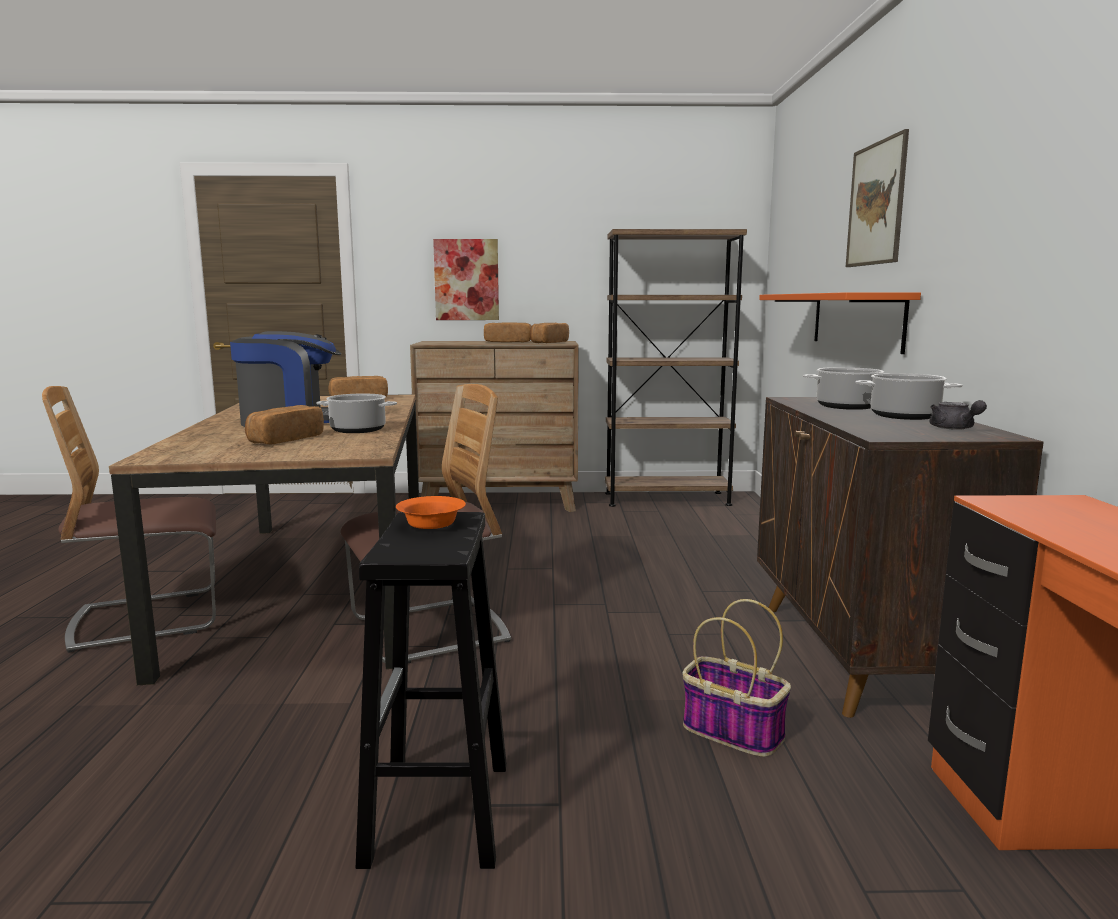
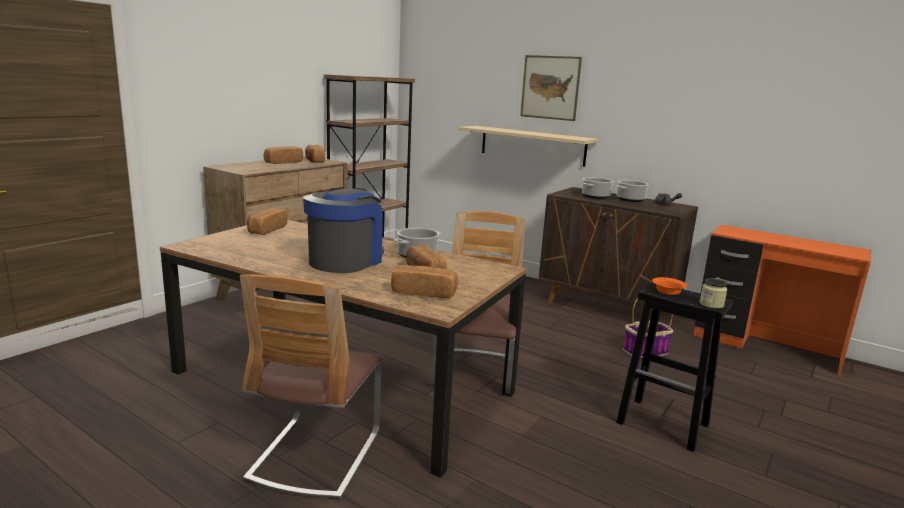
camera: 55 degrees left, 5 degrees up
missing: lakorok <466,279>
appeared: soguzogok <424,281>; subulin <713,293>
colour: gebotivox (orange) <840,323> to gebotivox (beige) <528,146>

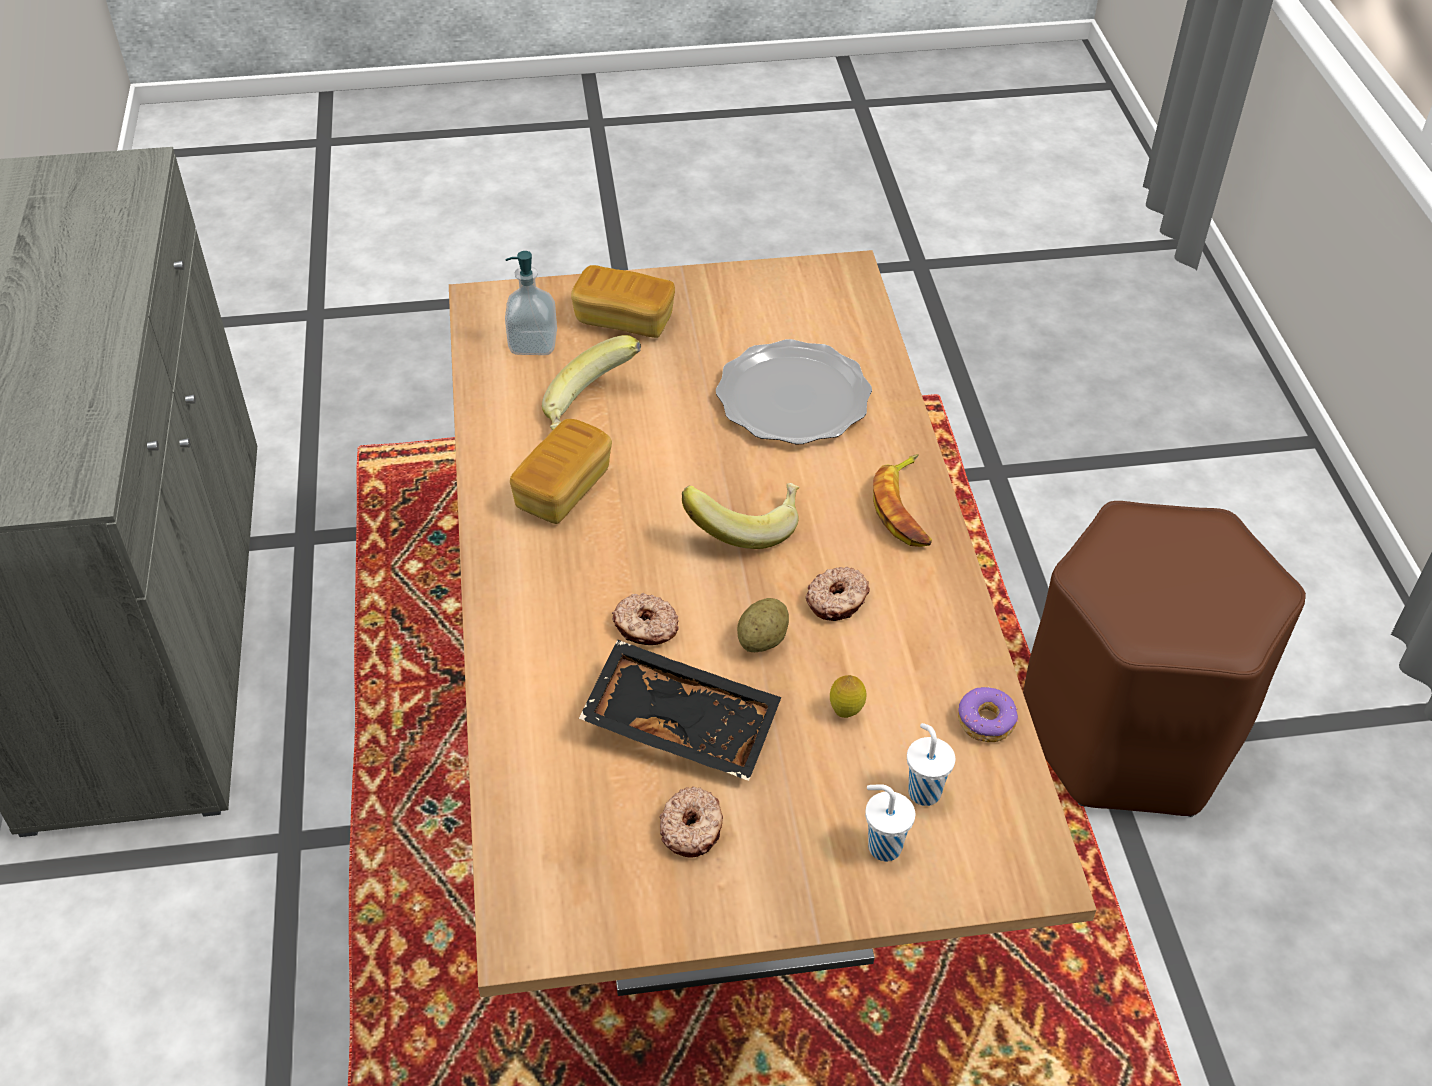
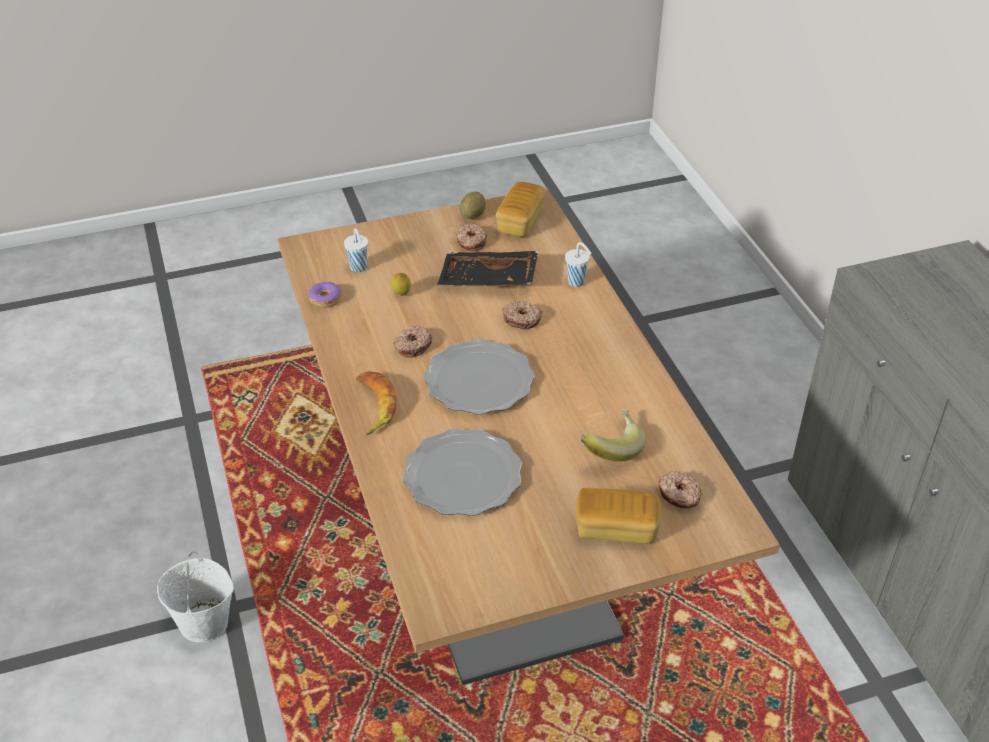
camera: 170 degrees right, 5 degrees down
relocated: soguzogok <561,471> to <520,209>; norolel <763,625> to <473,205>; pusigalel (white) <890,822> to <578,264>
exchanged: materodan <531,303> to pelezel <679,489>; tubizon <741,516> to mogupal <479,377>; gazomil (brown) <1164,659> to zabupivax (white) <195,597>

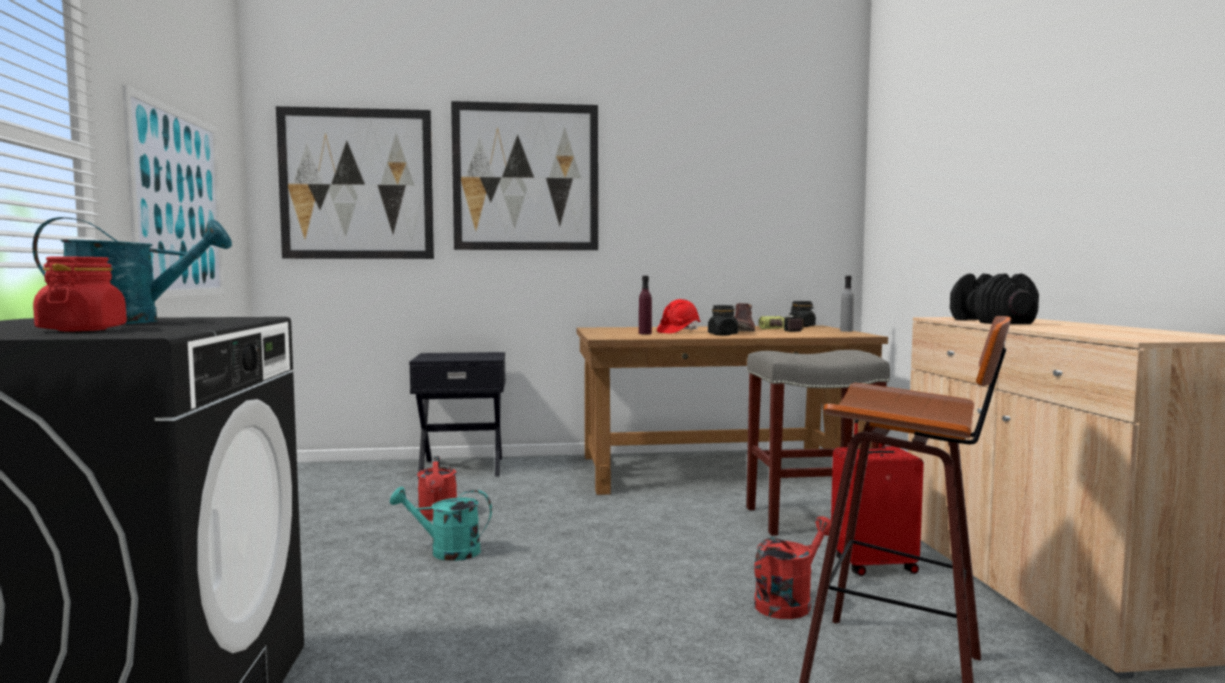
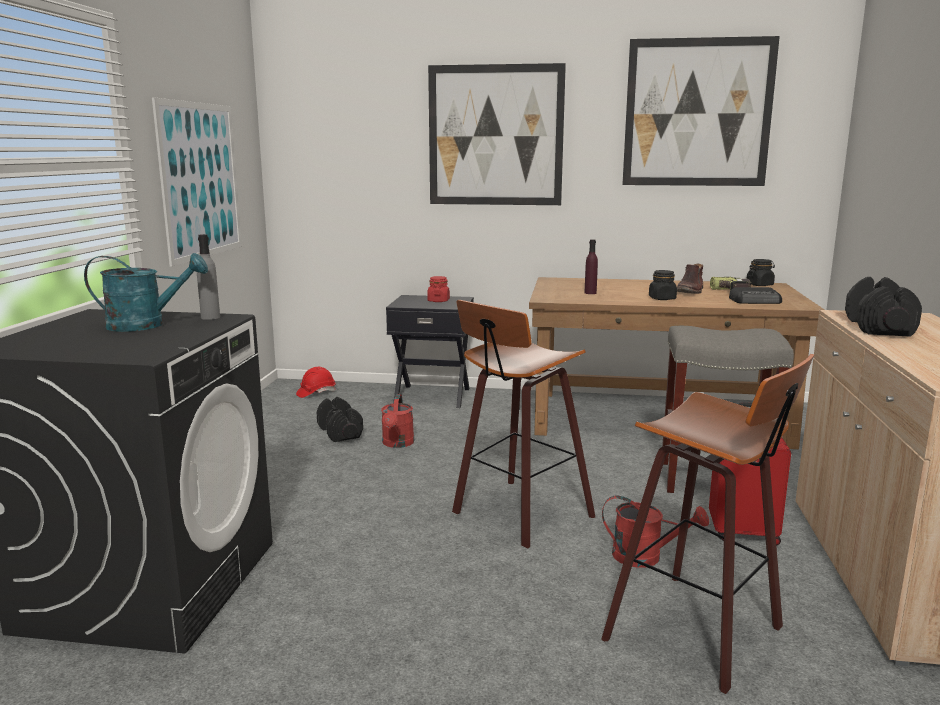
camera: 15 degrees right, 10 degrees up
missing: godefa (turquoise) <441,523>
appeared: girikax <755,295>; gazomil <523,424>; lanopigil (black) <340,419>
relocated: lakorok <355,182> to <701,111>; subulin (red) <80,293> to <438,289>; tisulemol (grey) <847,304> to <208,277>; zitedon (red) <679,316> to <315,382>
spun: godefa (red) <793,567> = <655,531> 45 degrees clockwise

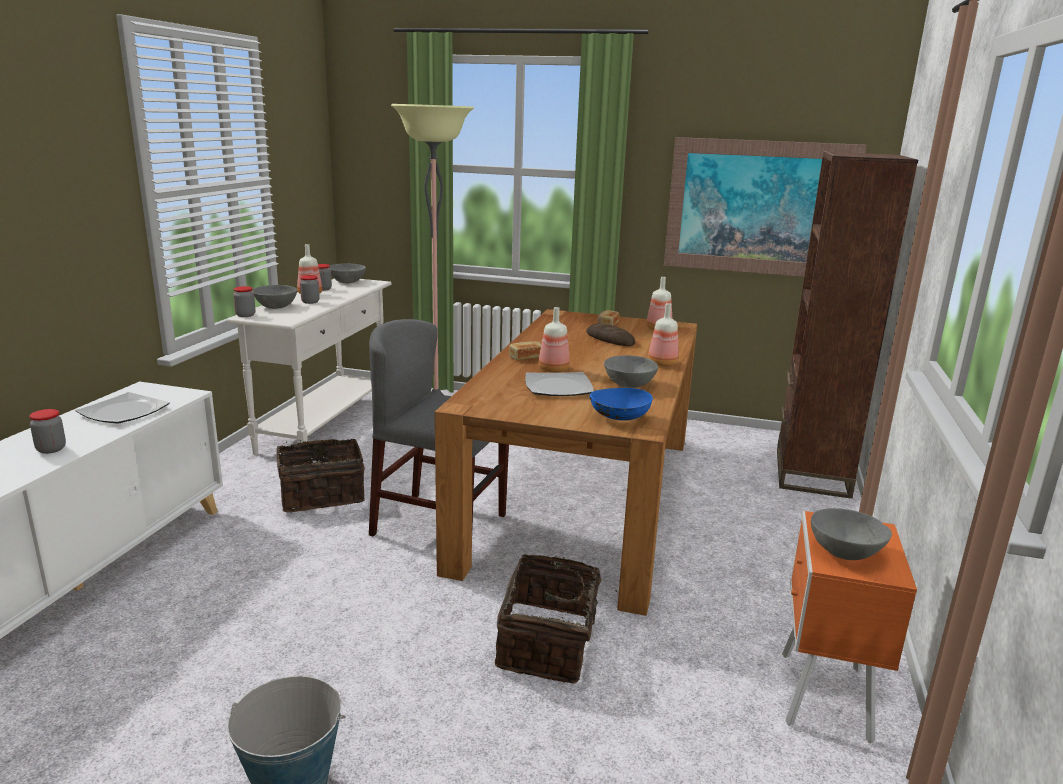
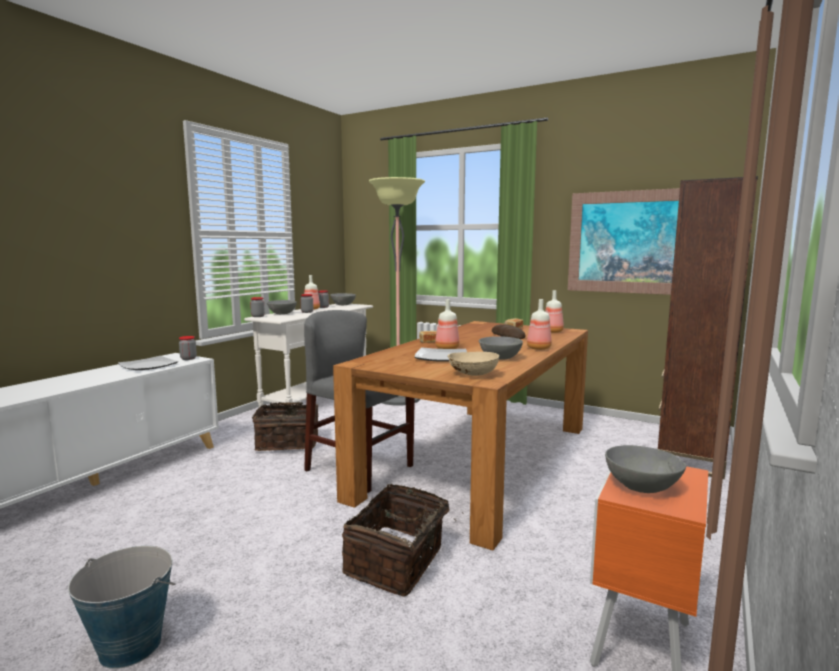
camera: 15 degrees right, 10 degrees down
relocated: subulin <47,431> to <188,348>
colour: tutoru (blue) <621,404> to tutoru (beige) <473,364>

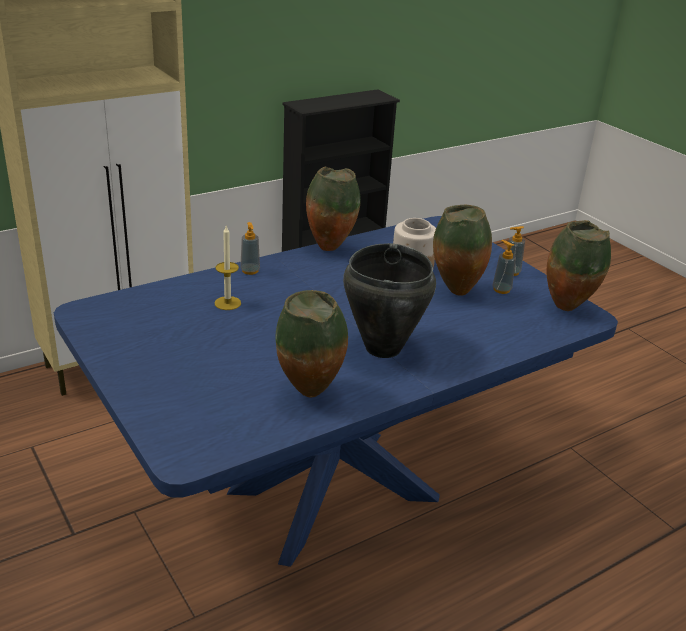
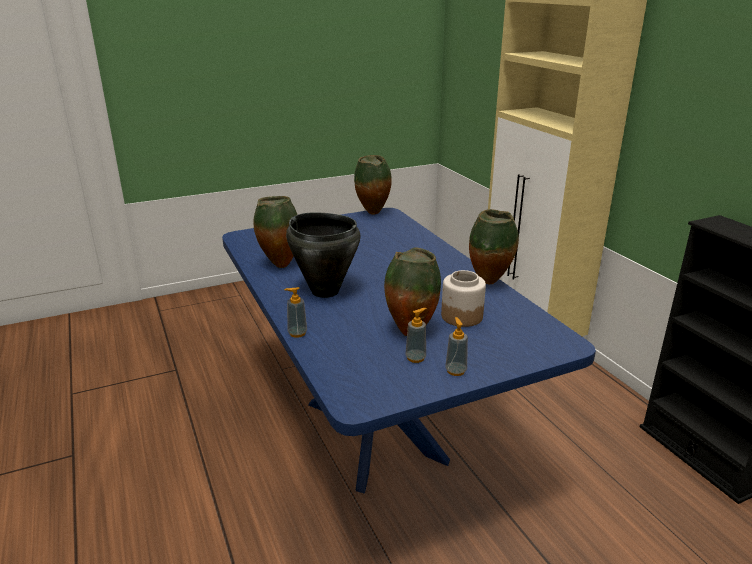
camera: 100 degrees right, 5 degrees down
missing: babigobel <228,268>
relocated: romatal <579,265> to <373,185>; materodan <250,248> to <295,312>

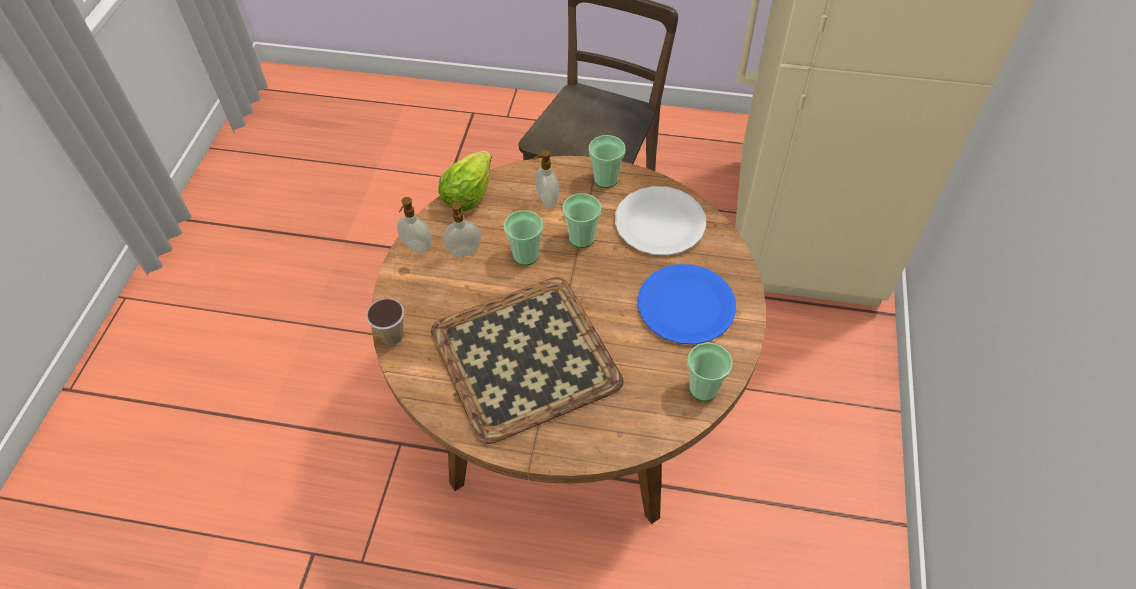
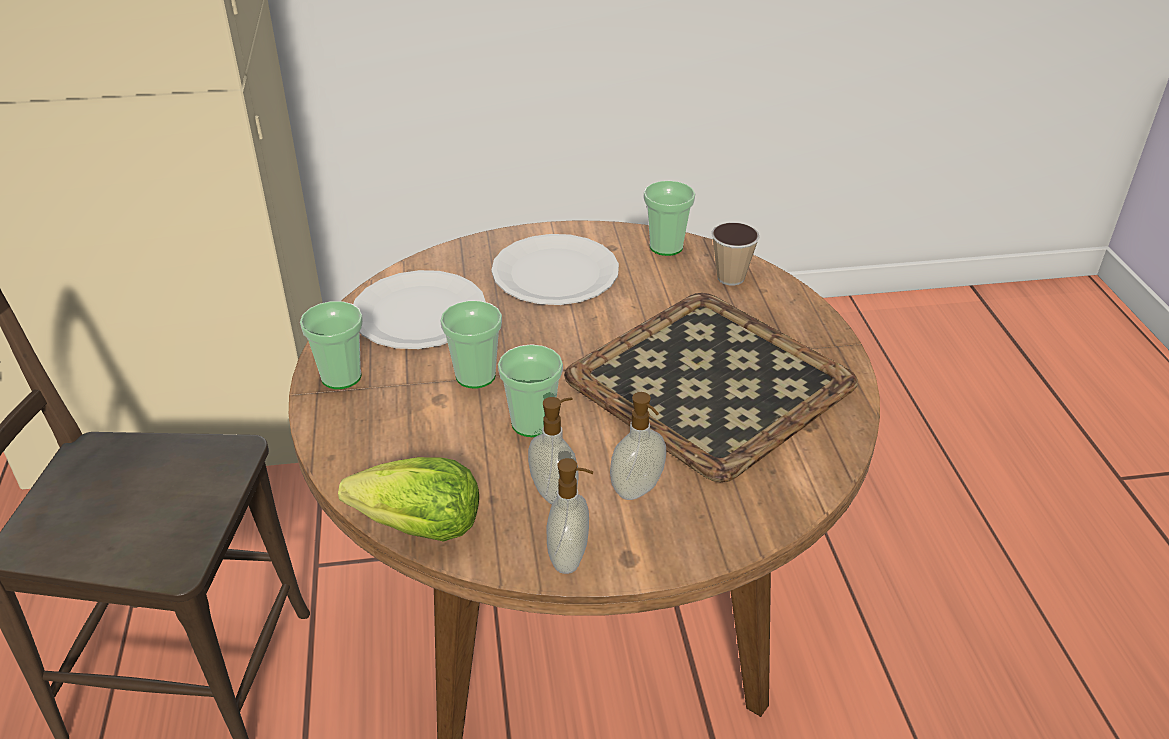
camera: 110 degrees left, 15 degrees down
relocated: materodan <546,178> to <638,446>; pusigalel <385,322> to <735,254>
colour: mogupal (blue) <687,304> to mogupal (white) <555,269>

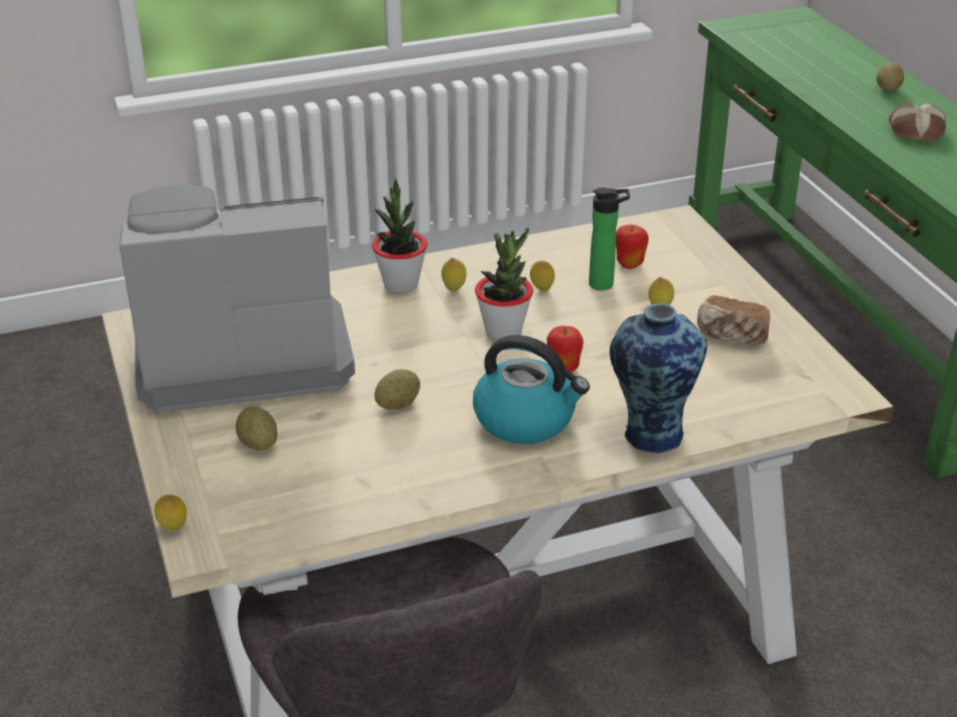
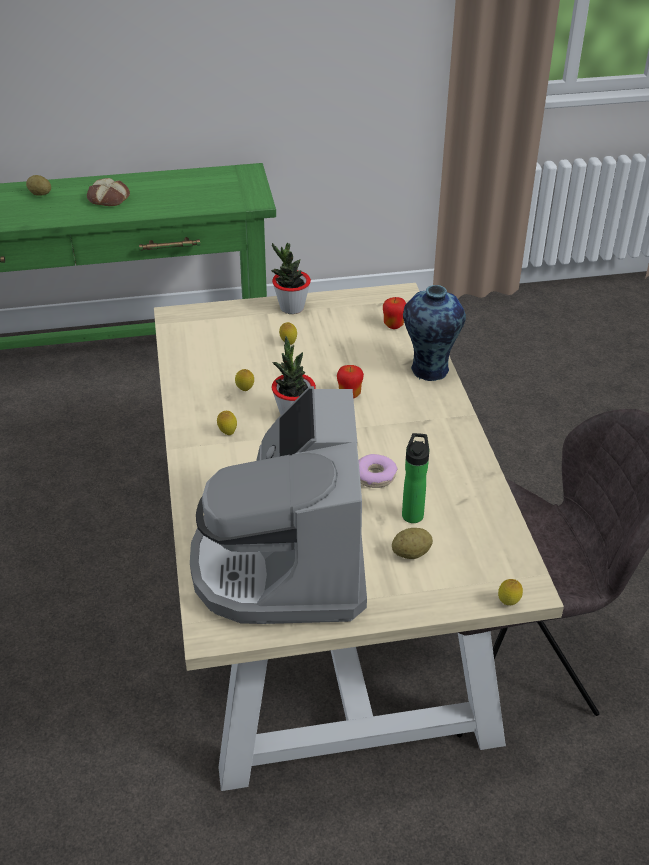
camera: 80 degrees left, 5 degrees up
missing: soguzogok <733,320>; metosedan <531,389>
relocated: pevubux <399,235> to <291,278>; tisulemol <609,239> to <415,478>; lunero <632,246> to <394,313>
exchanged: norolel <397,389> to pelezel <378,471>

